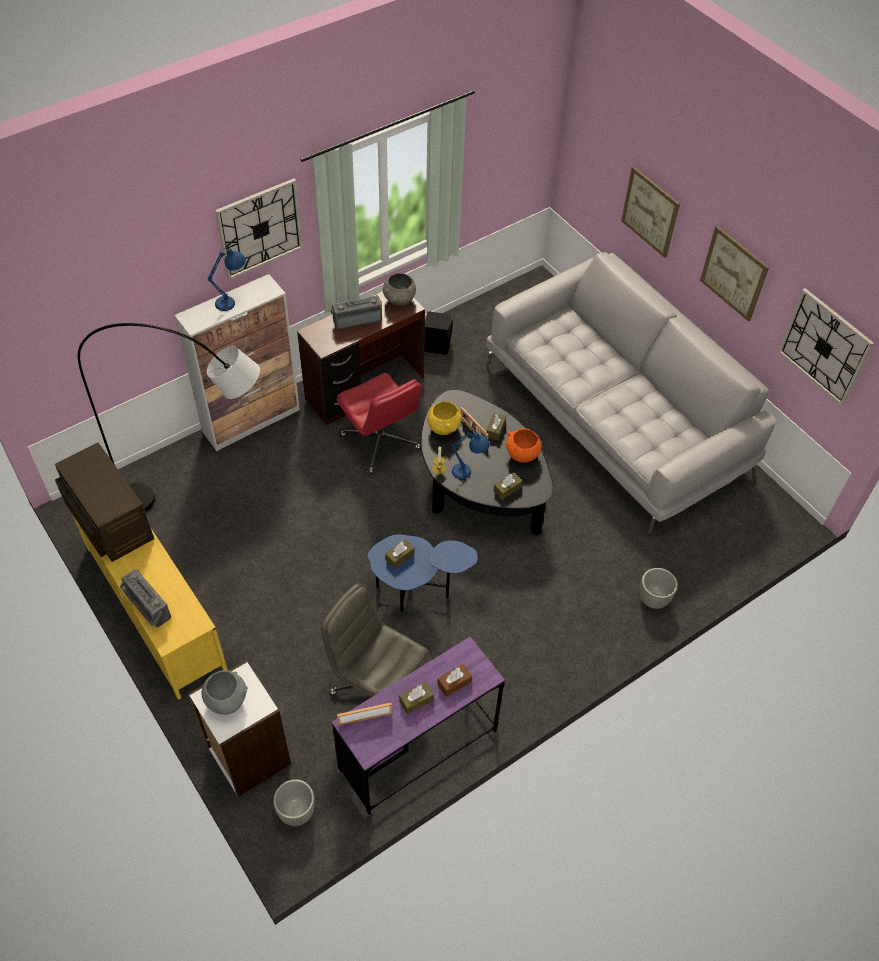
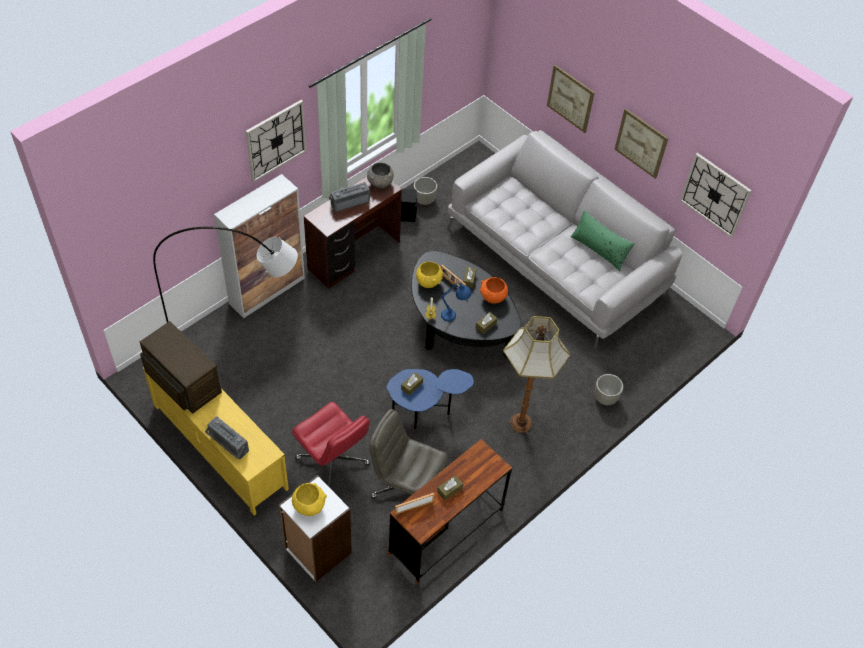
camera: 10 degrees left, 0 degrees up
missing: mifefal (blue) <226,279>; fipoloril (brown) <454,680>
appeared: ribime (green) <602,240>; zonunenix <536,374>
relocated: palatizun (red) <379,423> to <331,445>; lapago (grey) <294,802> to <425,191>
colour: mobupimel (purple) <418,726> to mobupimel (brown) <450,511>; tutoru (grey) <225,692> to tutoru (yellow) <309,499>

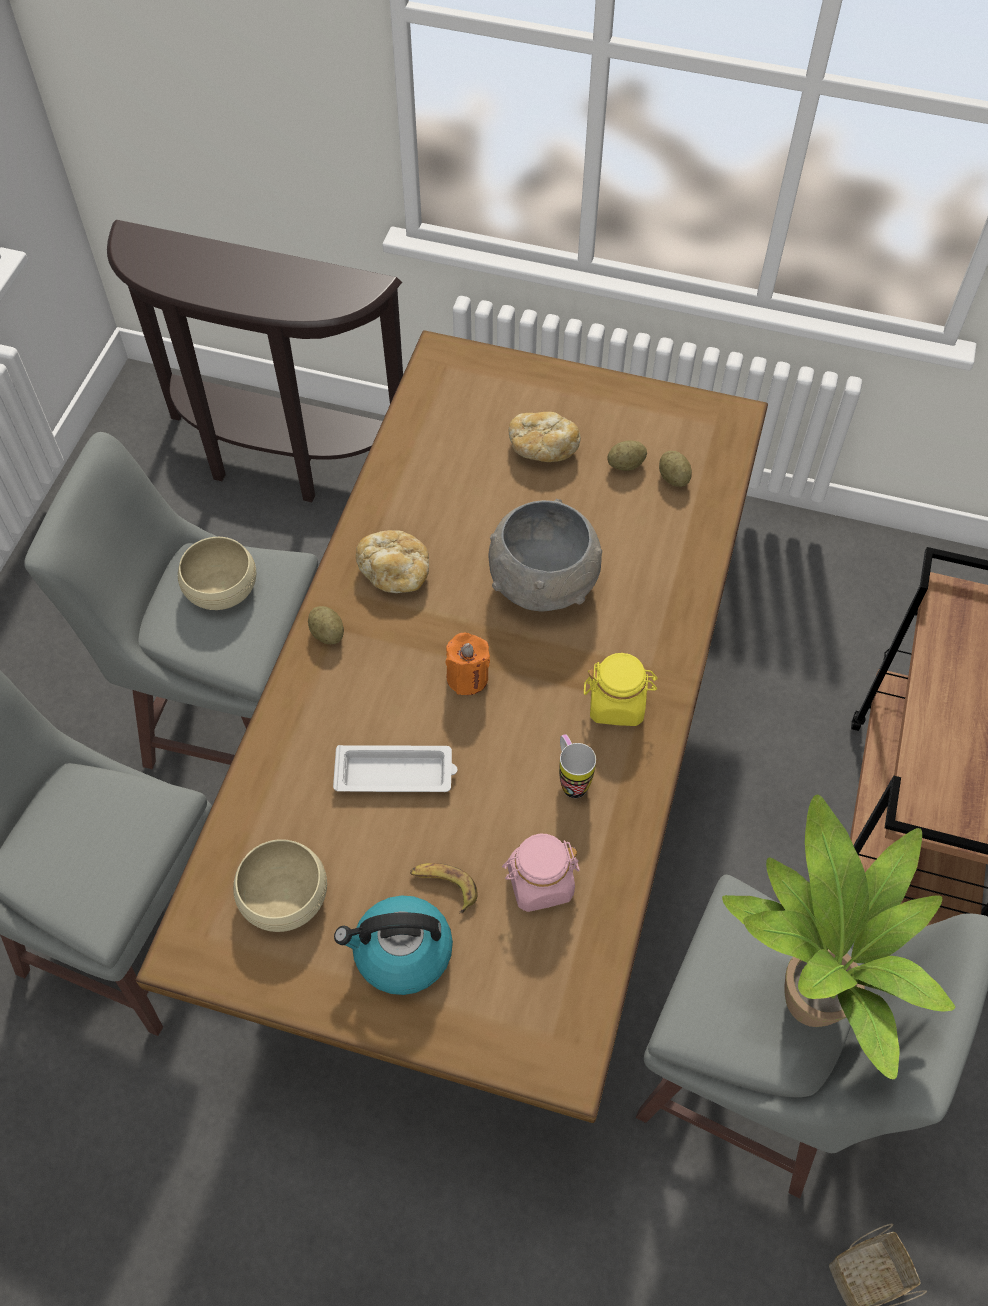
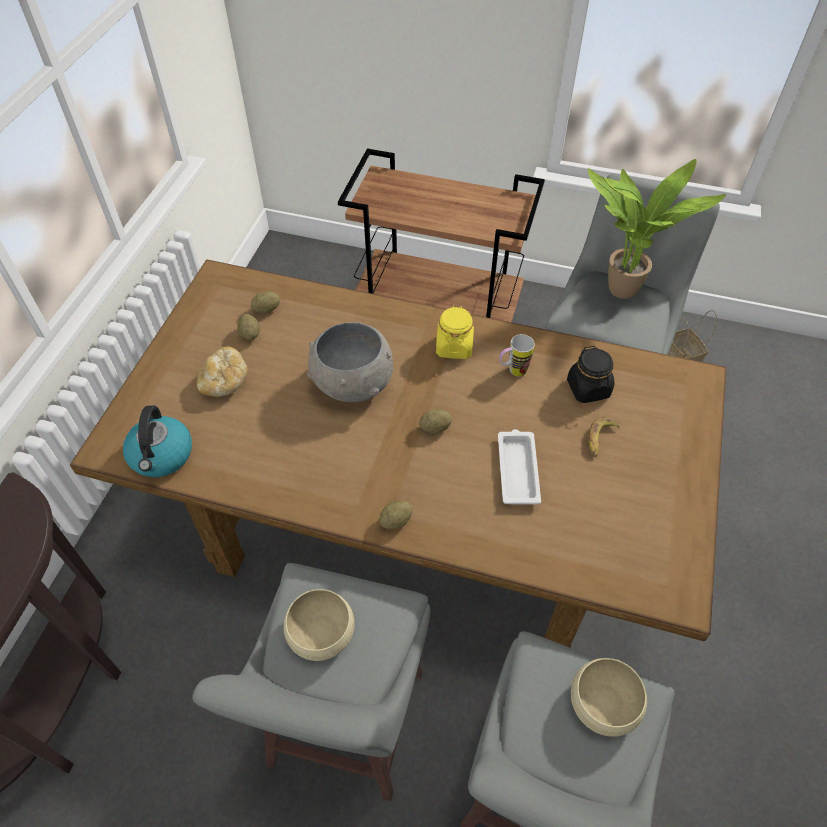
camera: 90 degrees left, 5 degrees down
missing: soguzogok <392,561>
relocated: tutoru (beige) <280,885> to <609,697>; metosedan <393,945> to <157,441>
exchanged: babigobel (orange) <467,664> to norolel <435,421>
colour: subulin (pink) <541,873> to subulin (black) <590,374>

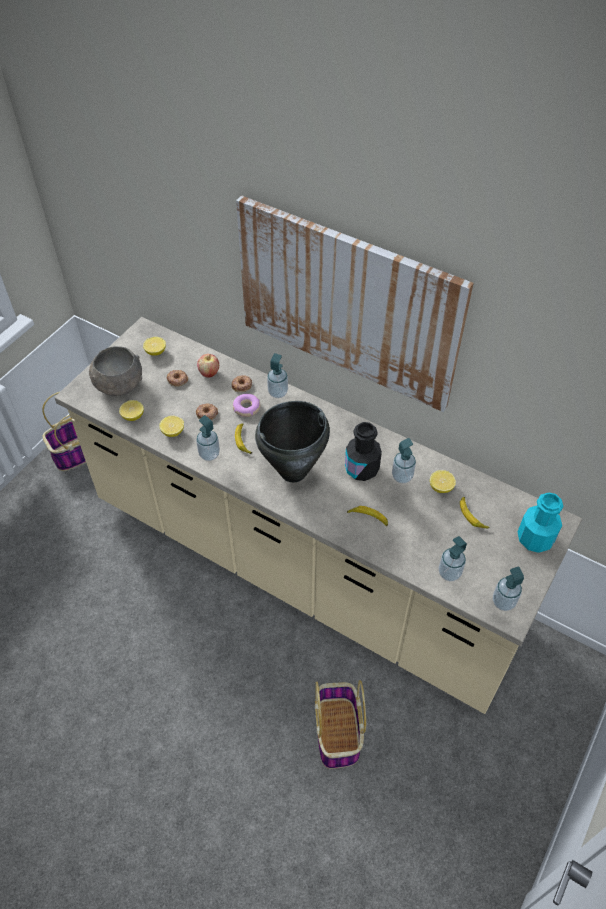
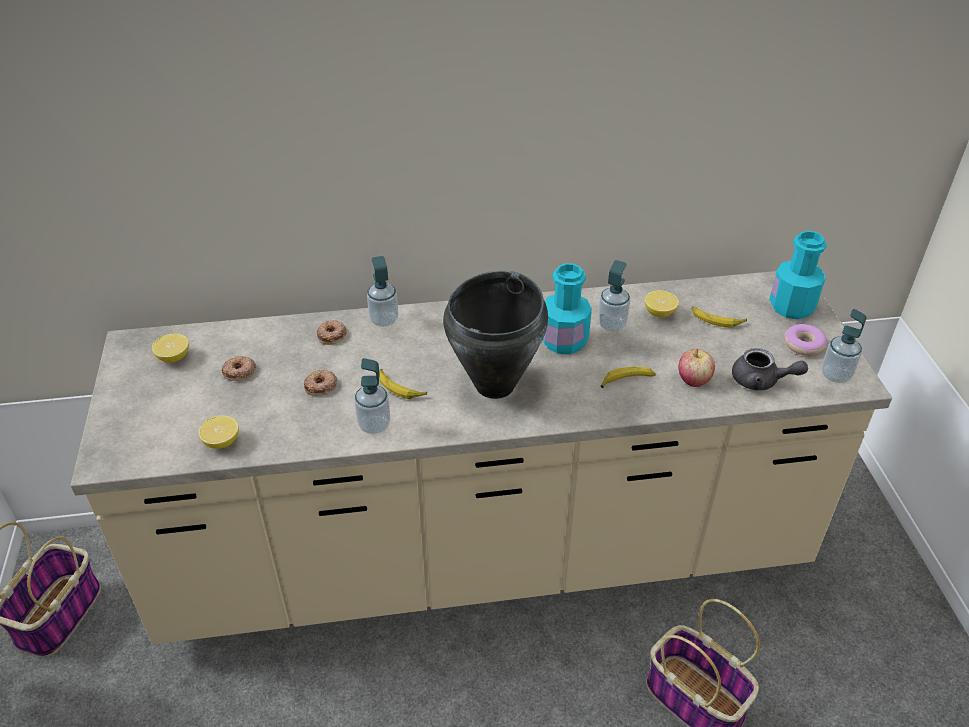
camera: 40 degrees left, 10 degrees down
missing: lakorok <355,303>; tutoru (grey) <115,371>; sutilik <171,426>
relocated: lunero <208,365> to <696,367>; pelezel <247,405> to <805,340>
exchanged: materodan <453,558> to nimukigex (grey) <770,369>
colour: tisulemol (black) <363,451> to tisulemol (turquoise) <567,308>

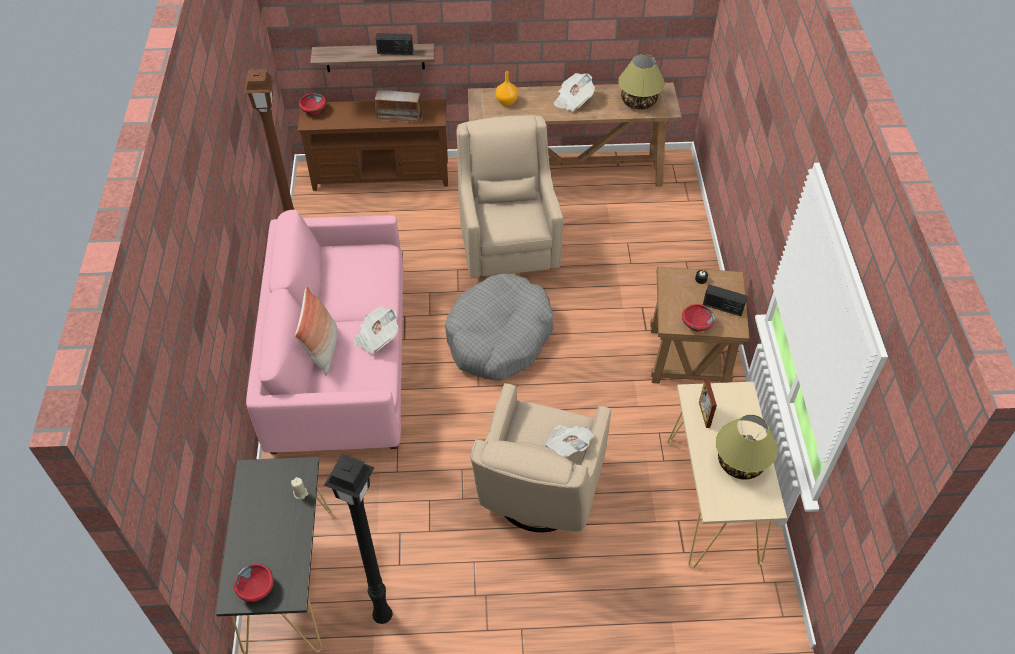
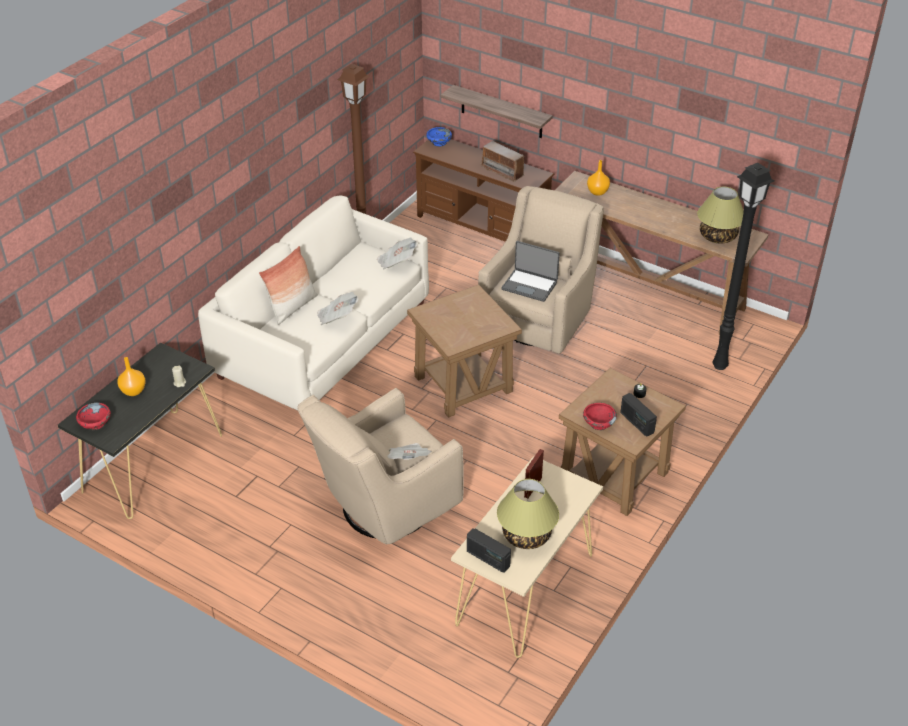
camera: 35 degrees right, 10 degrees down
appeared: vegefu <530,271>; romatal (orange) <132,376>
relocated: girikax <394,44> to <489,551>; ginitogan <574,92> to <397,254>; zonunenix (black) <358,539> to <743,266>
exchanged: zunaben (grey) <499,327> to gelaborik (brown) <464,351>
colour: tutoru (red) <312,104> to tutoru (blue) <439,137>; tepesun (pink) <325,332> to tepesun (white) <313,302>

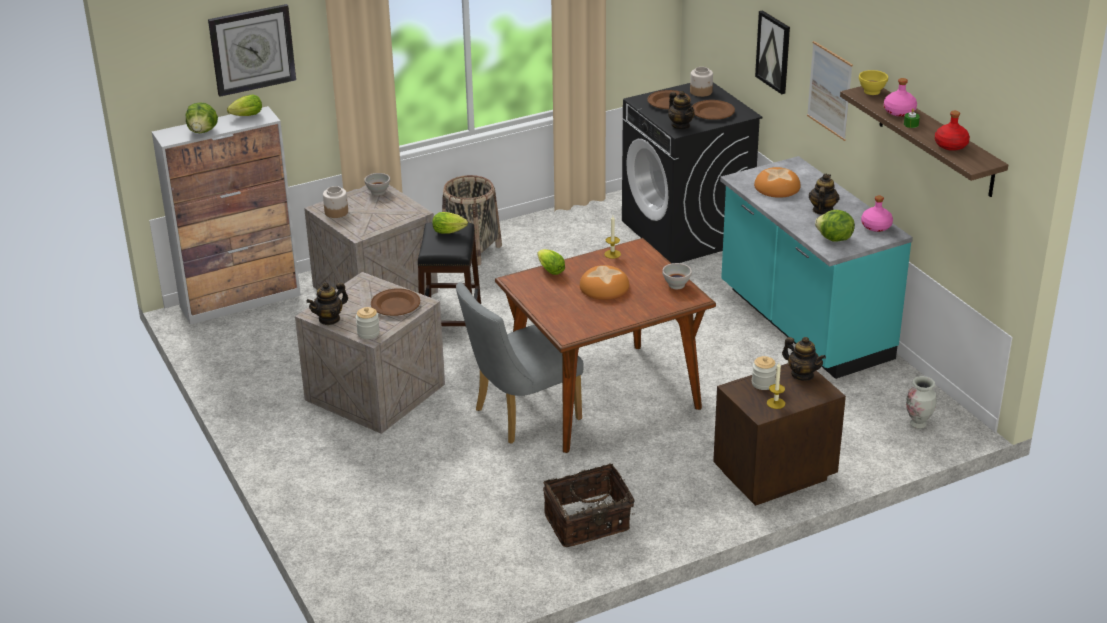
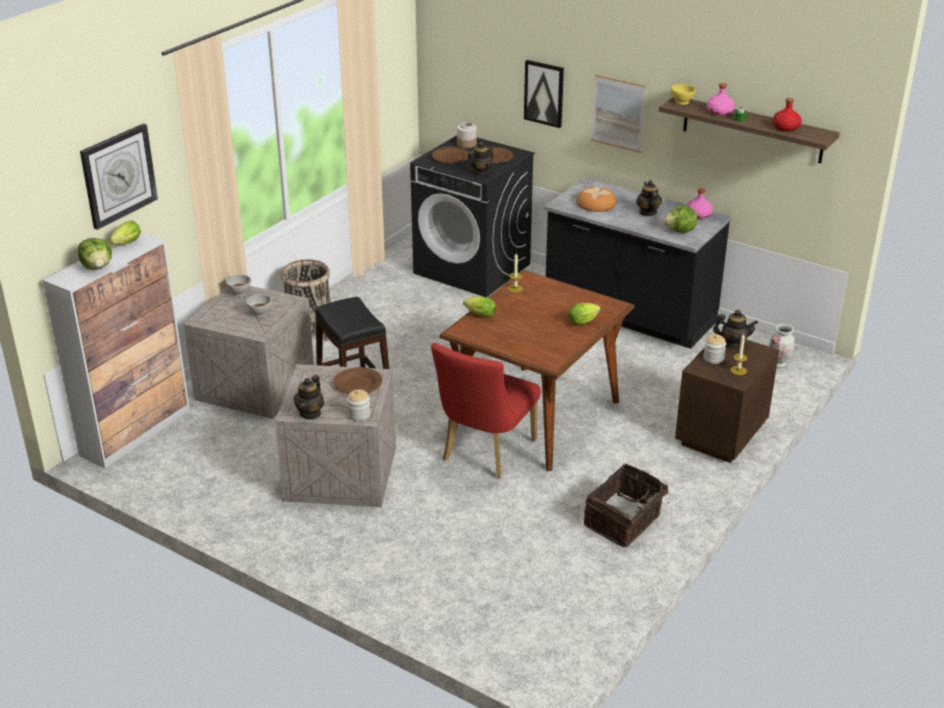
camera: 30 degrees left, 0 degrees up
missing: subulin <335,202>; soguzogok <604,282>
relocated: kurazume <450,223> to <584,314>; tutoru (white) <677,276> to <259,305>
colour: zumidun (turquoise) <816,267> to zumidun (black) <637,263>; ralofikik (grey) <520,363> to ralofikik (red) <486,410>
spun: nimukigex <681,110> = <481,158> 75 degrees counterclockwise

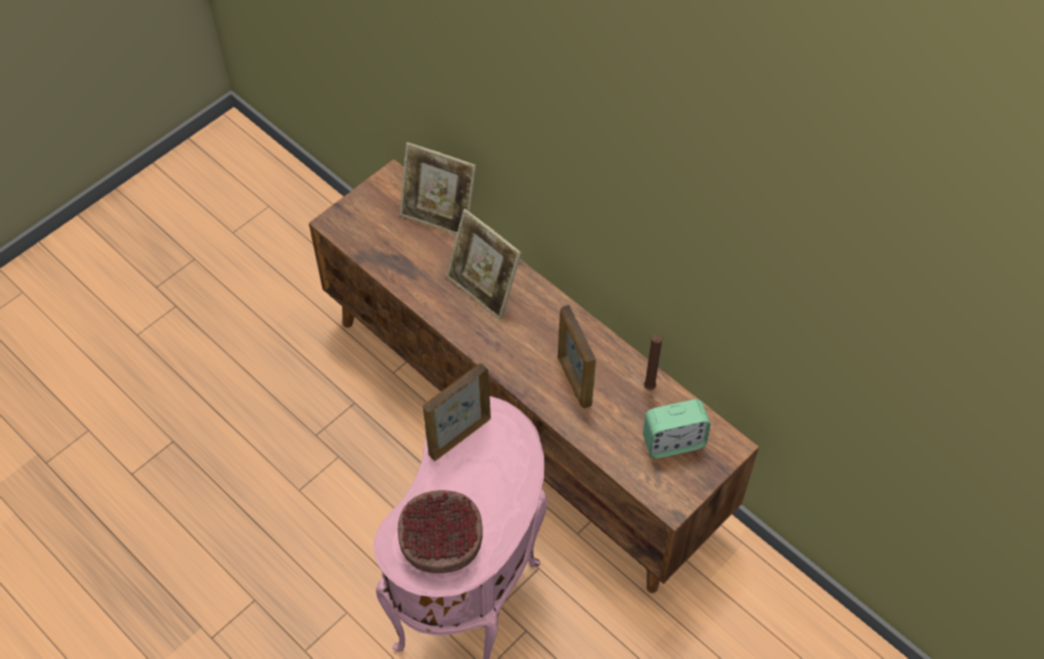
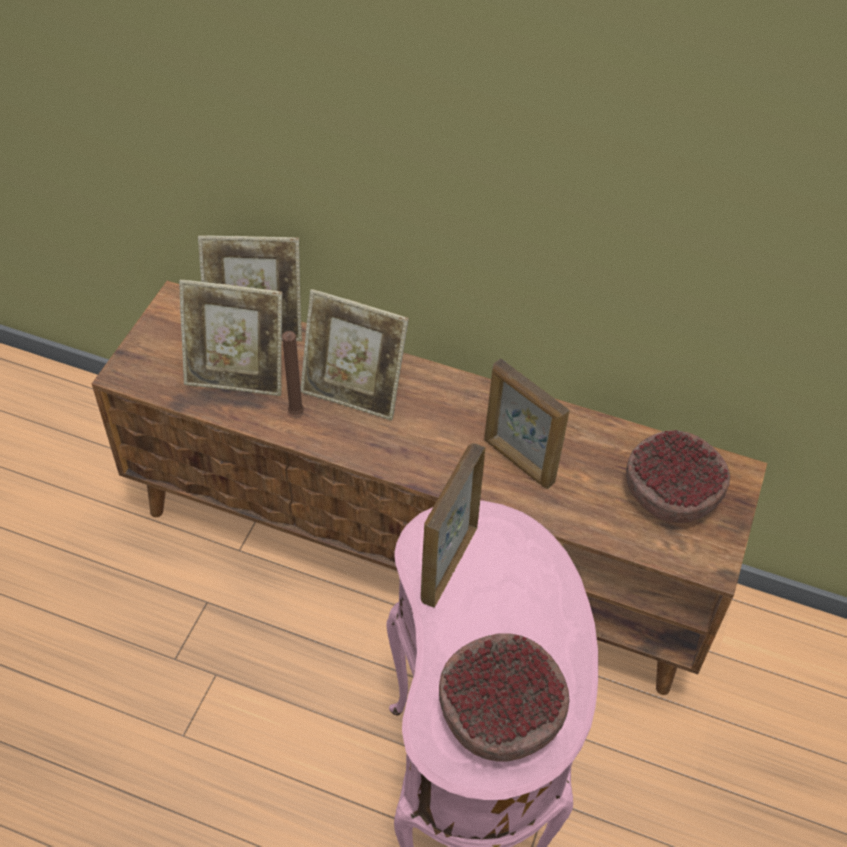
camera: 25 degrees left, 5 degrees down
appeared: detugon <230,338>
relocated: babigobel (brown) <653,362> to <293,373>
exchanged: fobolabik <677,429> to tutoru <678,476>

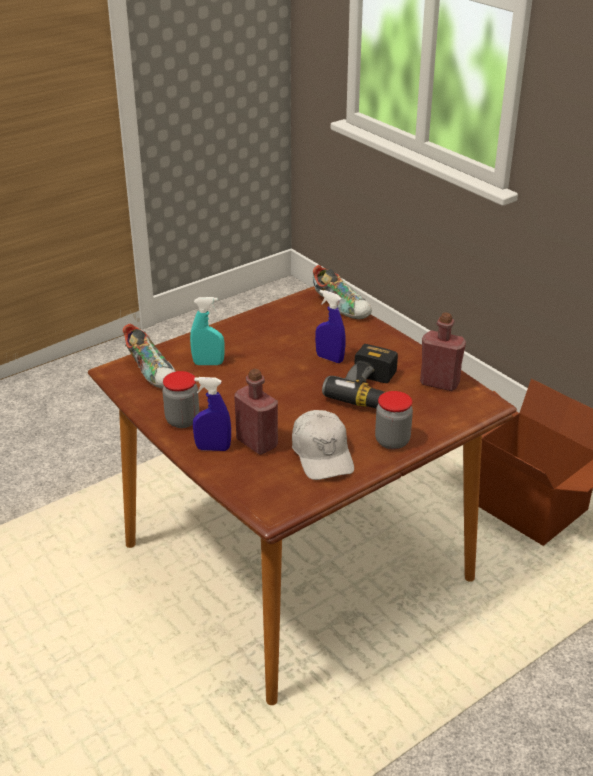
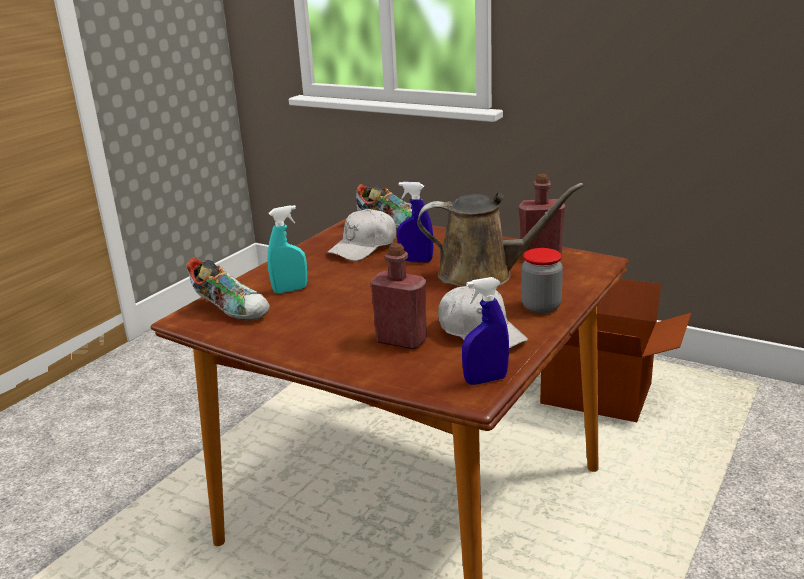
camera: 20 degrees left, 10 degrees down
missing: subulin <180,399>
appeared: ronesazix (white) <362,235>
relocated: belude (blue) <212,414> to <485,331>
exchanged: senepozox <360,376> to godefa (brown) <500,235>

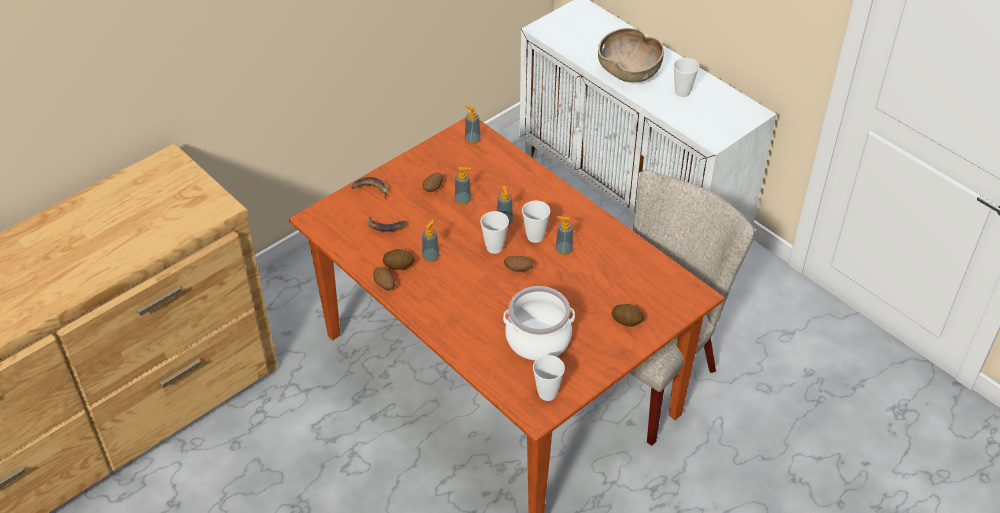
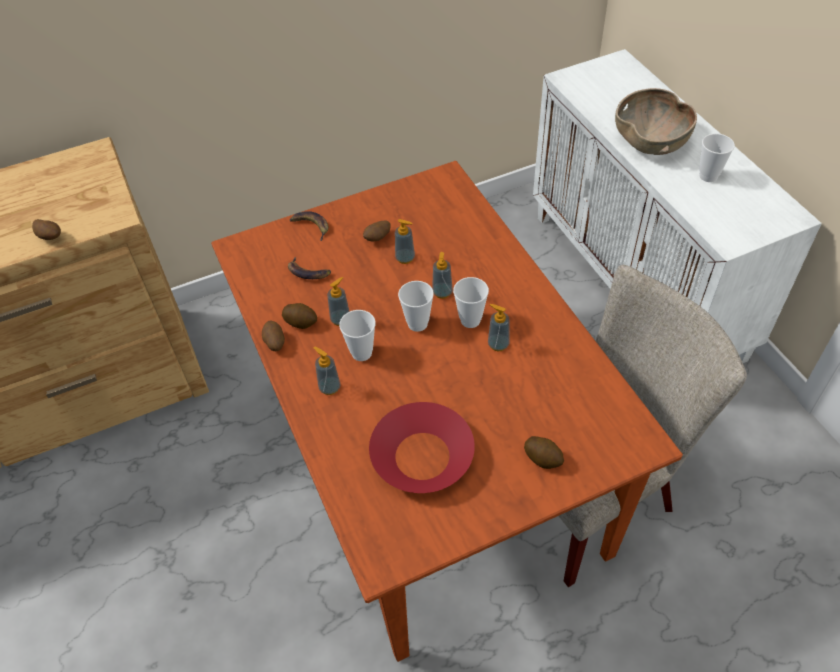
camera: 20 degrees right, 5 degrees up
relocated: materodan <472,124> to <327,371>; norolel <518,264> to <46,229>; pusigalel <549,378> to <357,335>
exchanged: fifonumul <539,323> to tutoru (red) <422,447>

